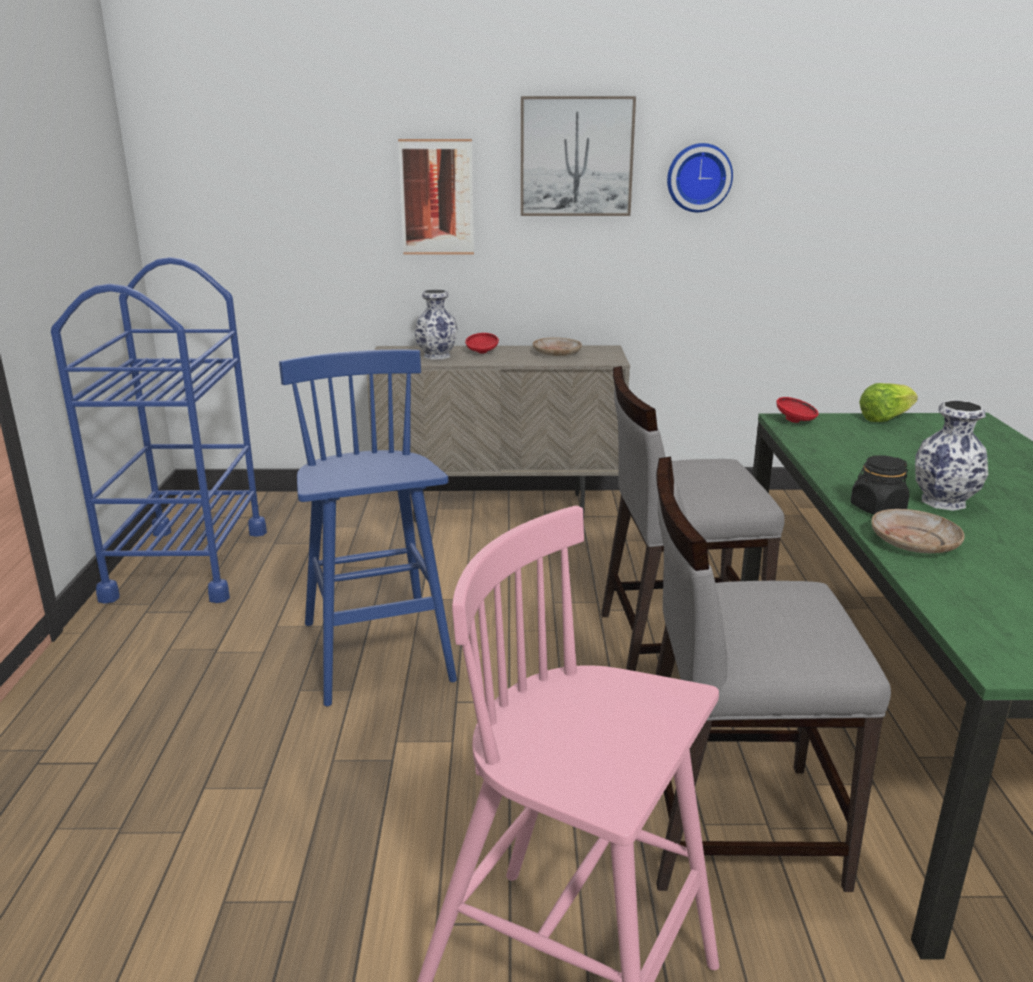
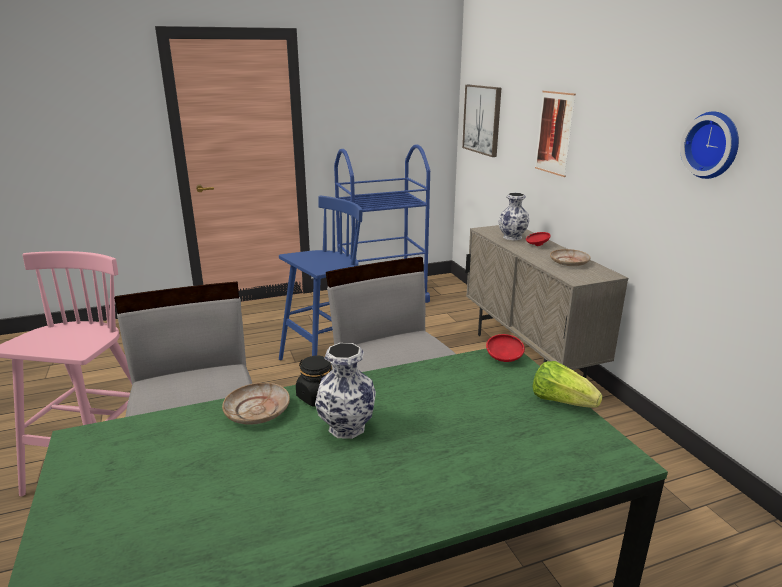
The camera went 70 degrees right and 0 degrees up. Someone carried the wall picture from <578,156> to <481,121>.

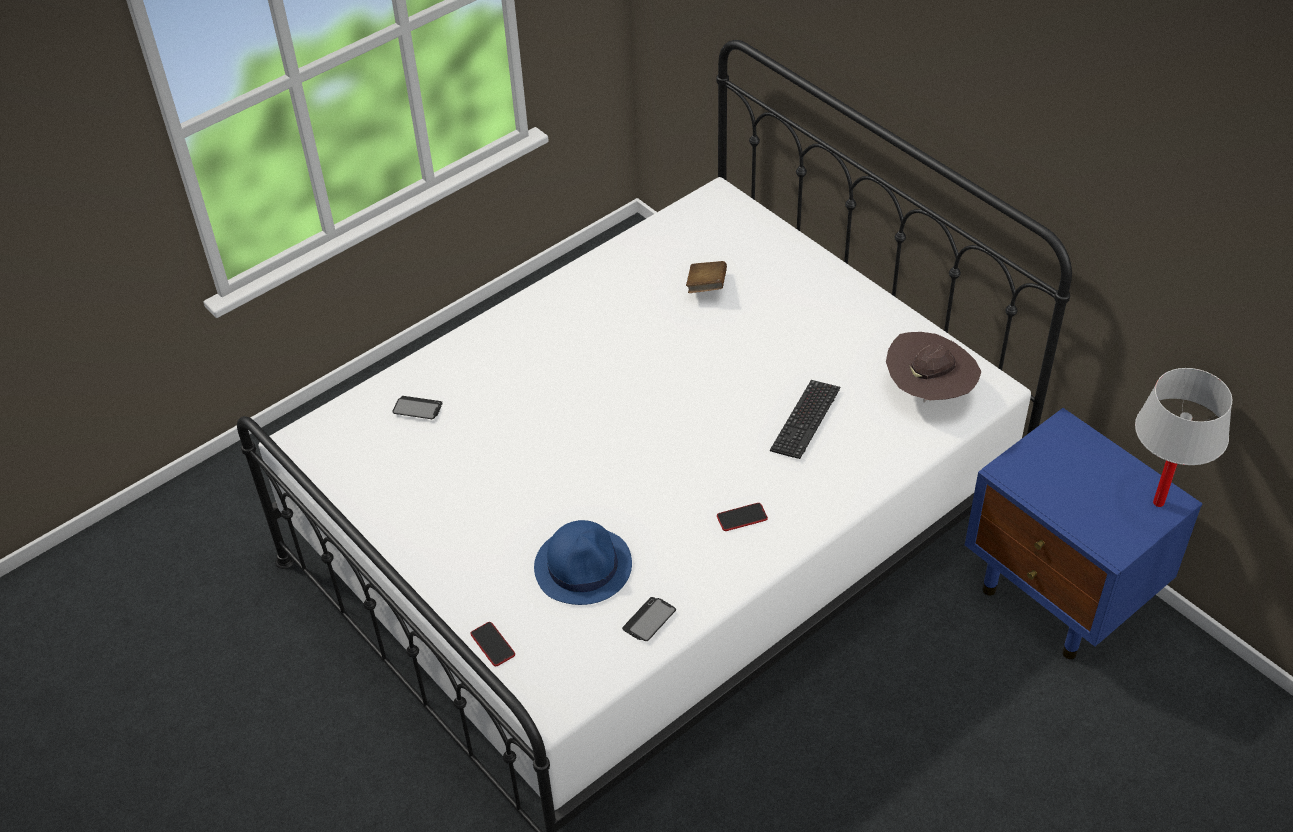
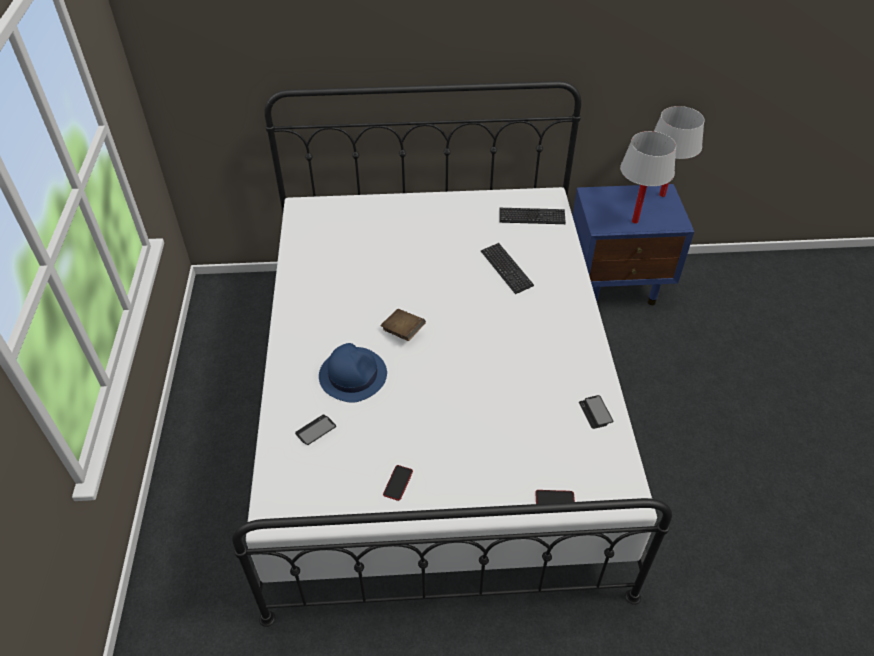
The camera went 55 degrees left and 0 degrees up. Someone carried the clothing hat (blue-coloured) from <583,562> to <353,373>. Someone carried the bound book (brownish) from <706,277> to <403,325>. Someone carried the telephone from <742,517> to <398,483>. Someone swapped the clothing hat (brownish) at <933,367> for the PC keyboard at <533,216>. Someone put down the table lamp (white-coloured) at <648,177>.

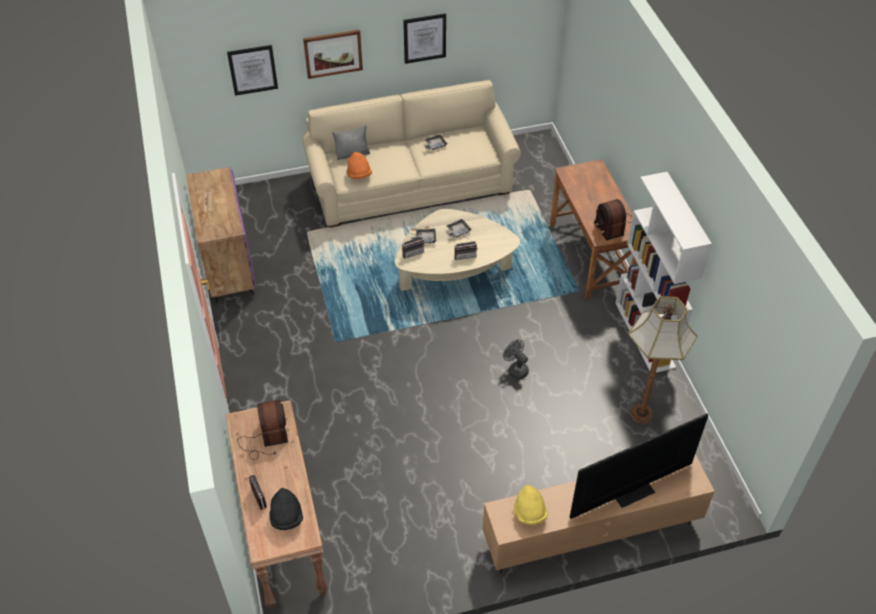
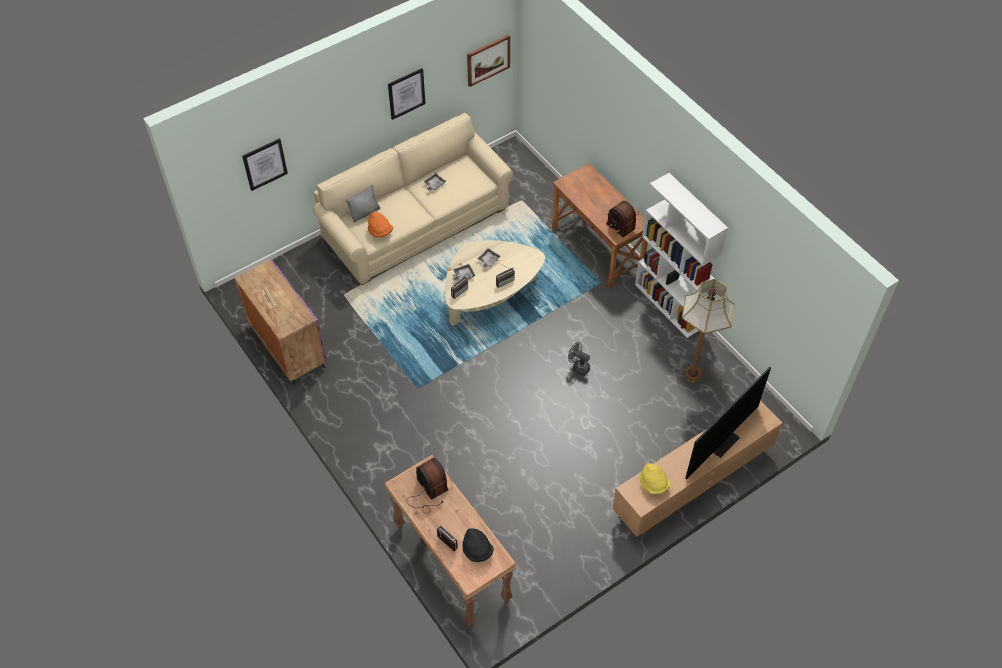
The camera went 20 degrees left and 5 degrees up. Someone carried the wall picture from <333,54> to <488,61>.

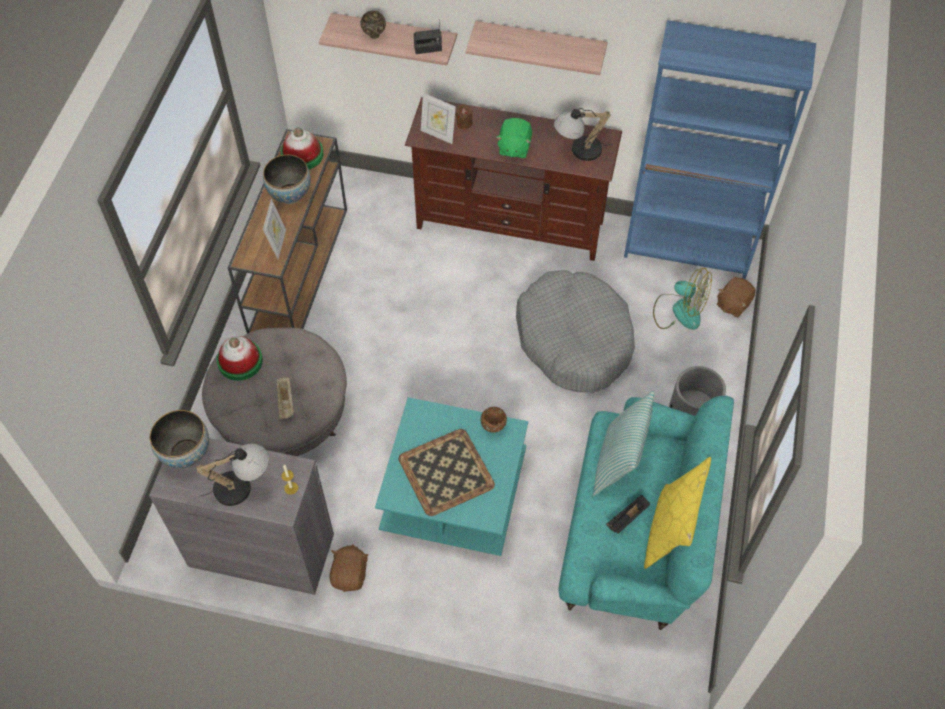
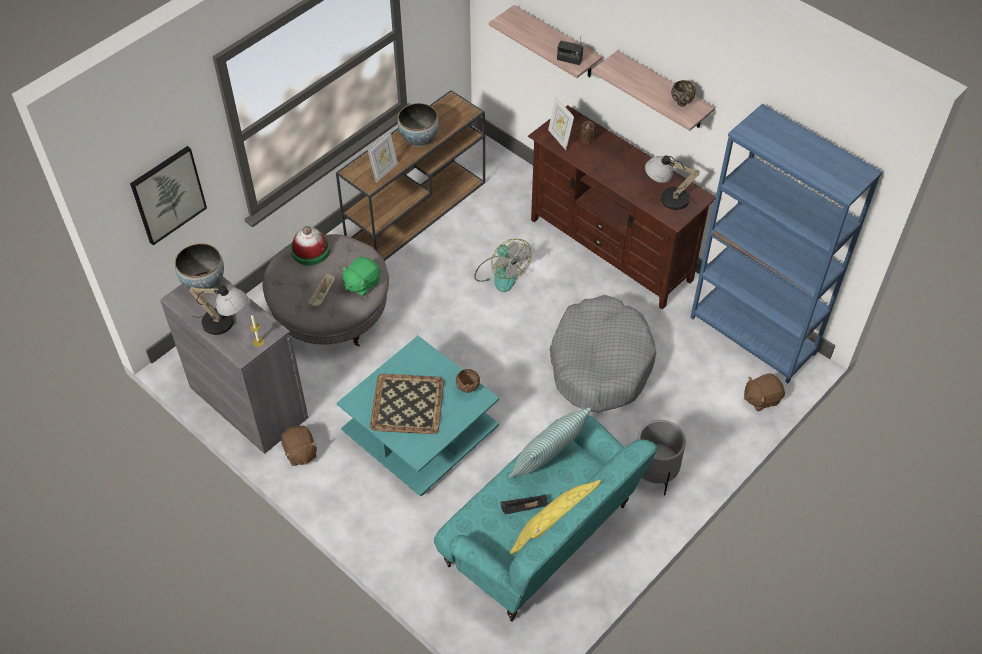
The camera went 30 degrees right and 5 degrees down. Someone took away the clothing hat at <302,148>. Someone rotated the soft toy (brownish) at <349,568> by 120 degrees clockwise. Someone carried the serving bowl (brownish) from <373,25> to <683,93>. Someone carried the soft toy (greenish) from <514,138> to <361,276>. Someone carried the electric fan from <682,299> to <503,265>. Someone put up the wall picture at <168,195>.

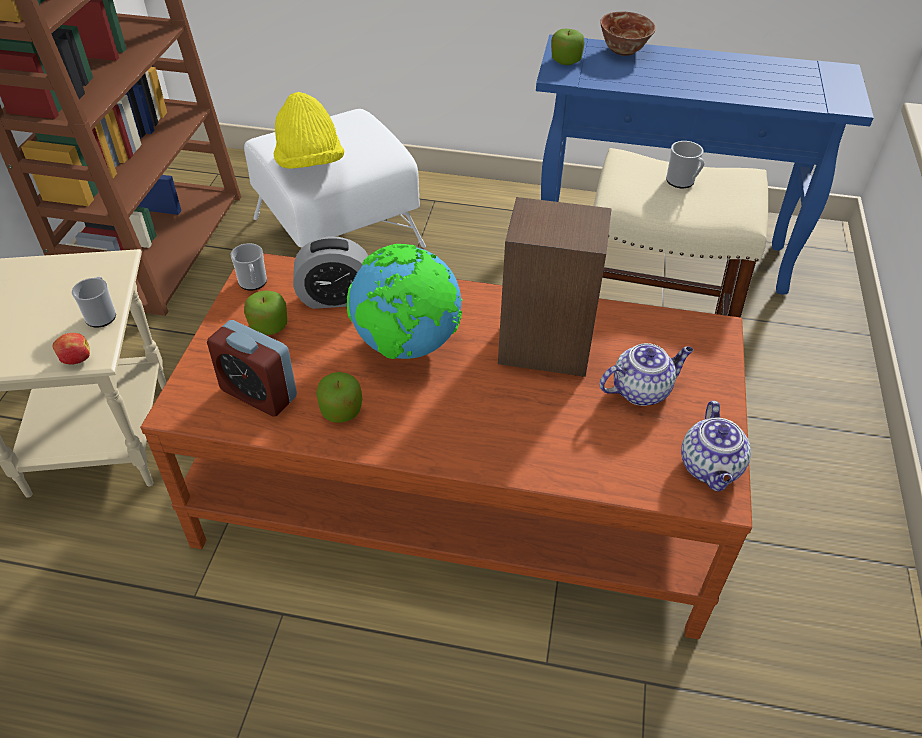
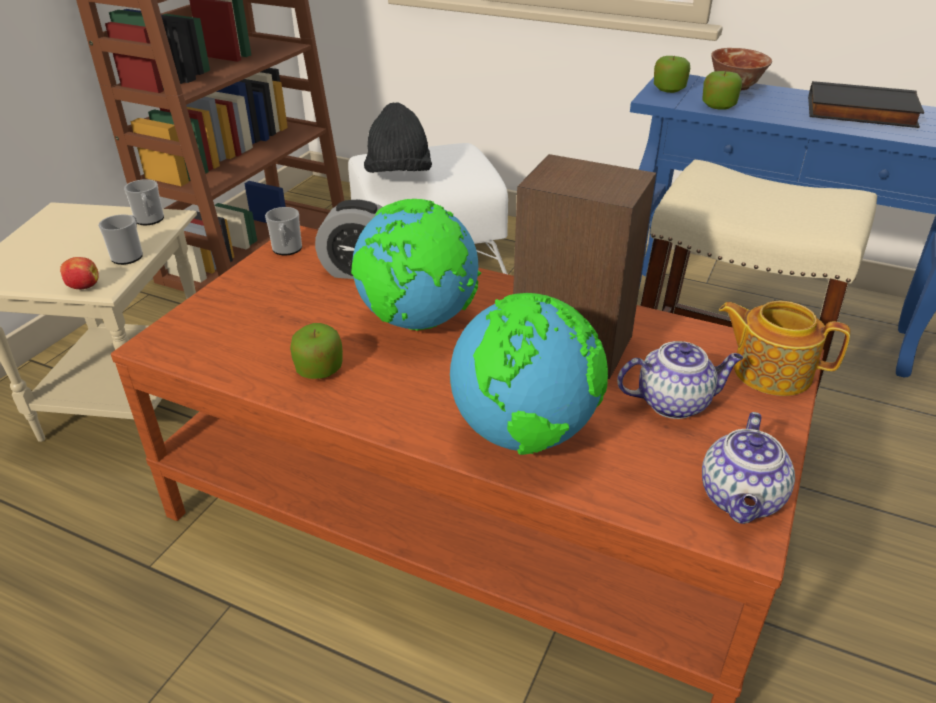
The camera went 15 degrees right and 10 degrees down. Someone took away the alarm clock at <252,368>. Someone carried the whole apple from <265,312> to <722,90>. Someone repainted the clothing hat (yellow-coloured) at <309,130>, which became the clothing hat (black-coloured) at <398,137>. Someone carried the tea mug from <685,164> to <144,202>. Someone put down the world globe at <529,374>. Someone put down the tea pot at <784,348>. Someone put down the bound book (black-coloured) at <866,104>.

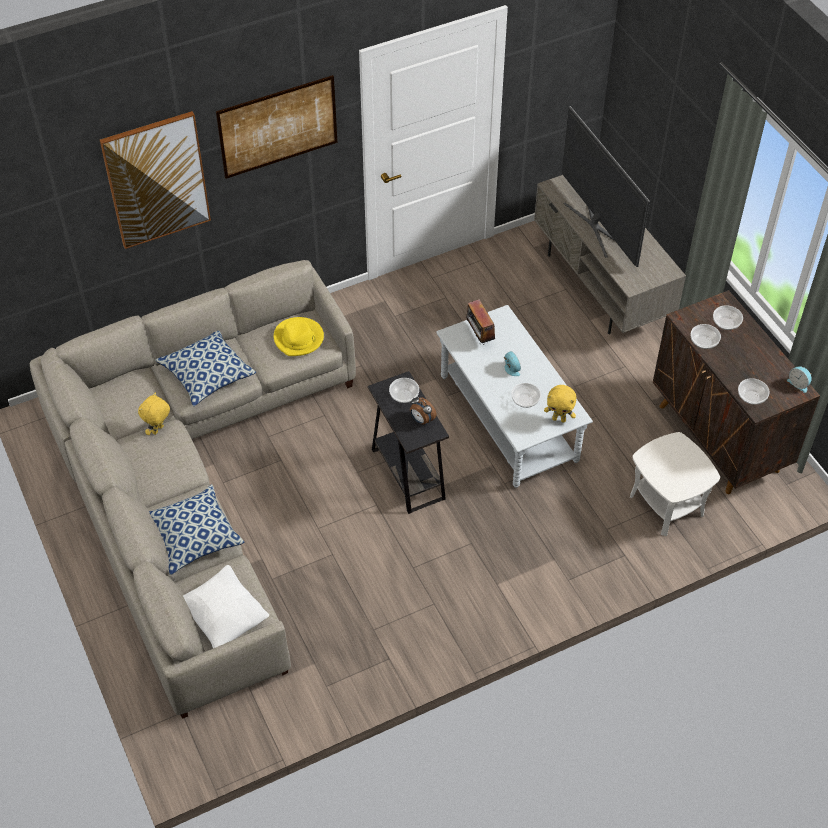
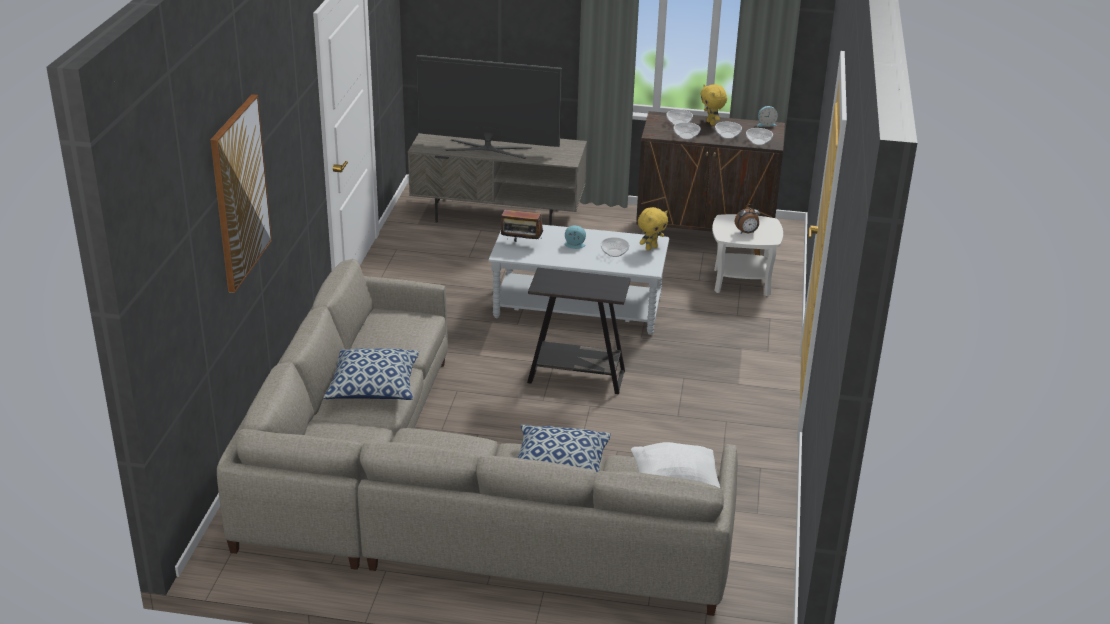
The camera went 55 degrees left and 20 degrees down. Someone carried the soft toy (yellow-coloured) from <154,413> to <713,105>. Someone took away the wall picture at <276,127>. Someone took away the clothing hat (yellow-coloured) at <299,336>. Someone carried the serving bowl from <404,390> to <728,130>. Someone carried the alarm clock from <423,411> to <747,219>.

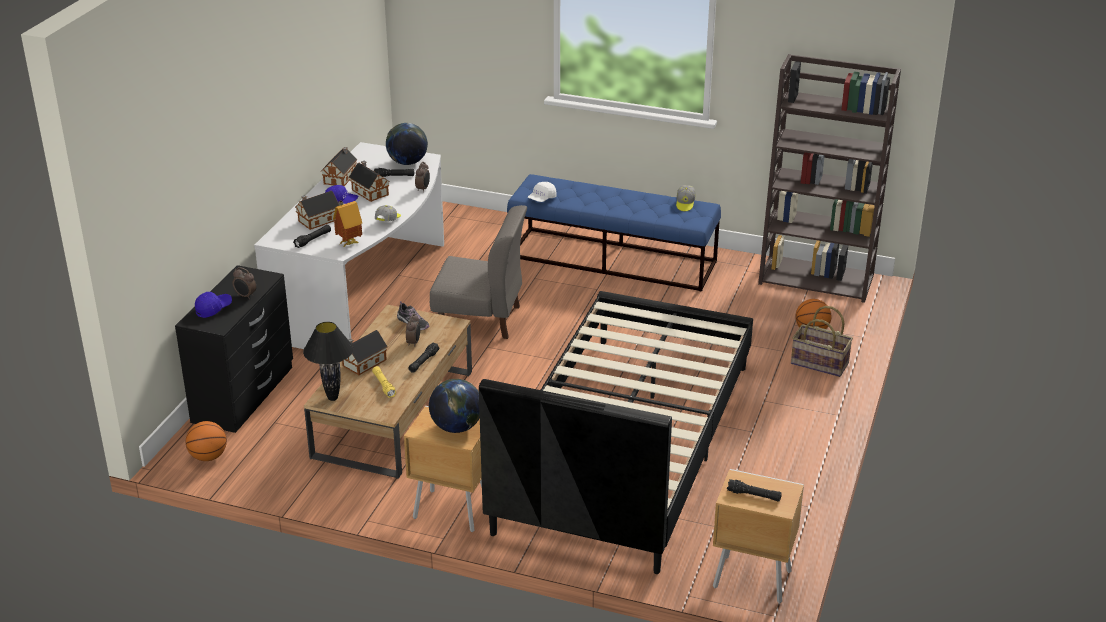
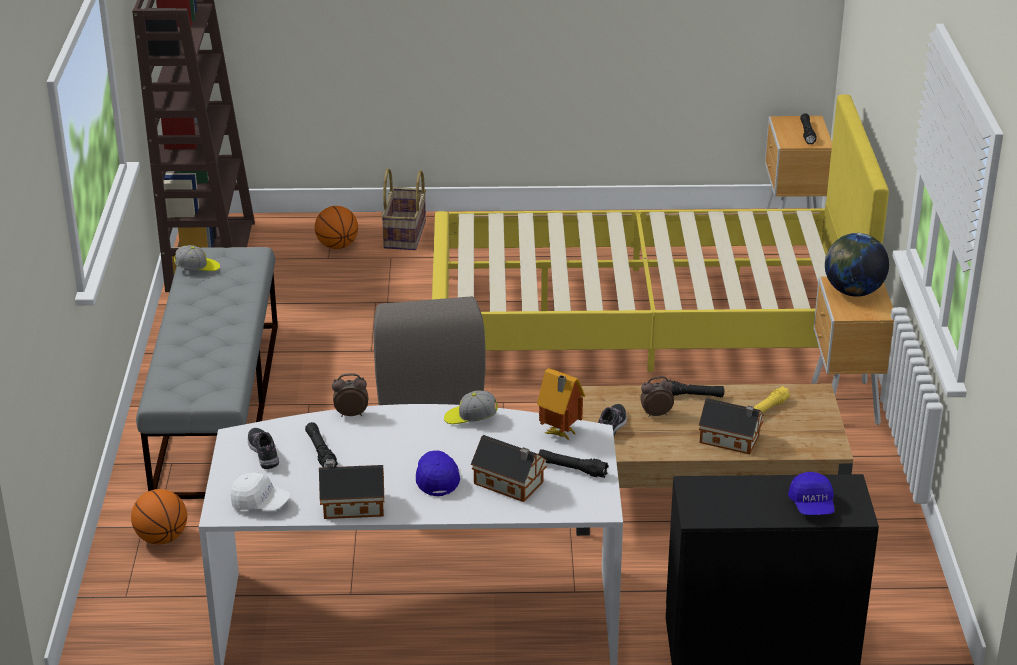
The camera went 110 degrees left and 0 degrees up. Someone carried the ball for basketball from <206,441> to <159,517>. Someone rotated the peaked cap (blue-coloured) at <213,305> by 120 degrees counterclockwise. Someone took away the alarm clock at <244,283>. Someone took away the table lamp (black-coloured) at <328,361>. Someone took away the miniature house at <369,181>. Someone swapped the world globe at <407,144> for the item of footwear at <263,448>. Someone repainted the sleeping bed (black-coloured) at <616,432>, which became the sleeping bed (yellow-coloured) at <660,233>. Someone repainted the long seat (blue-coloured) at <614,233>, which became the long seat (grey) at <207,373>. Someone carried the peaked cap (white-coloured) from <542,192> to <260,492>.

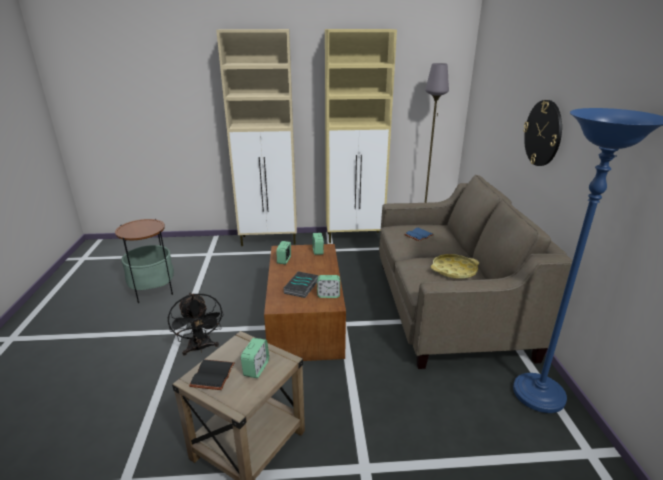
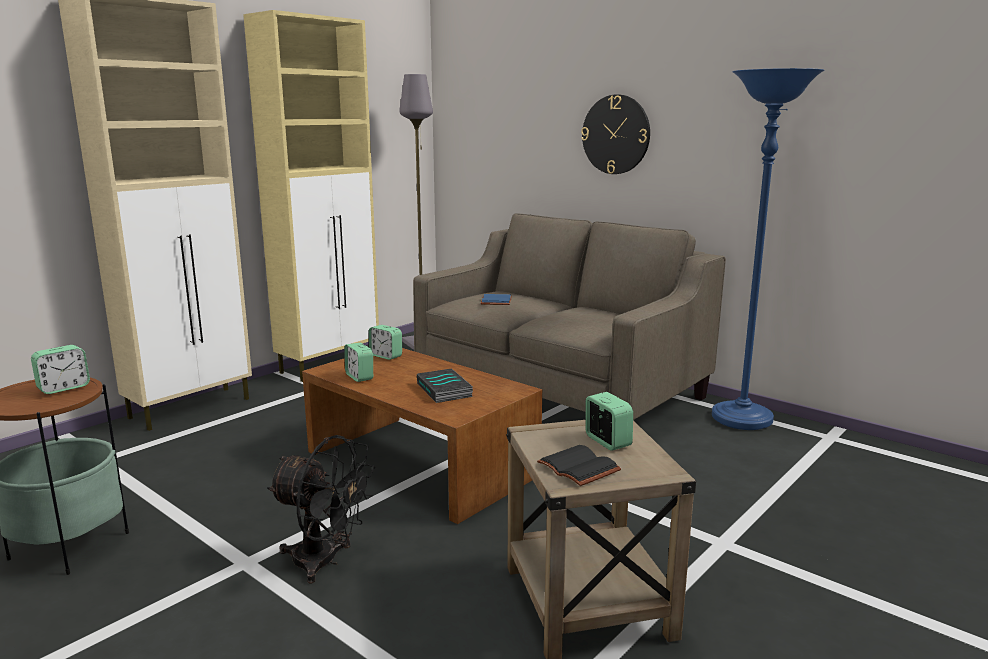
The camera went 45 degrees left and 10 degrees down. Someone carried the alarm clock from <328,286> to <60,369>. Someone took away the serving tray (yellow-coloured) at <455,266>.

